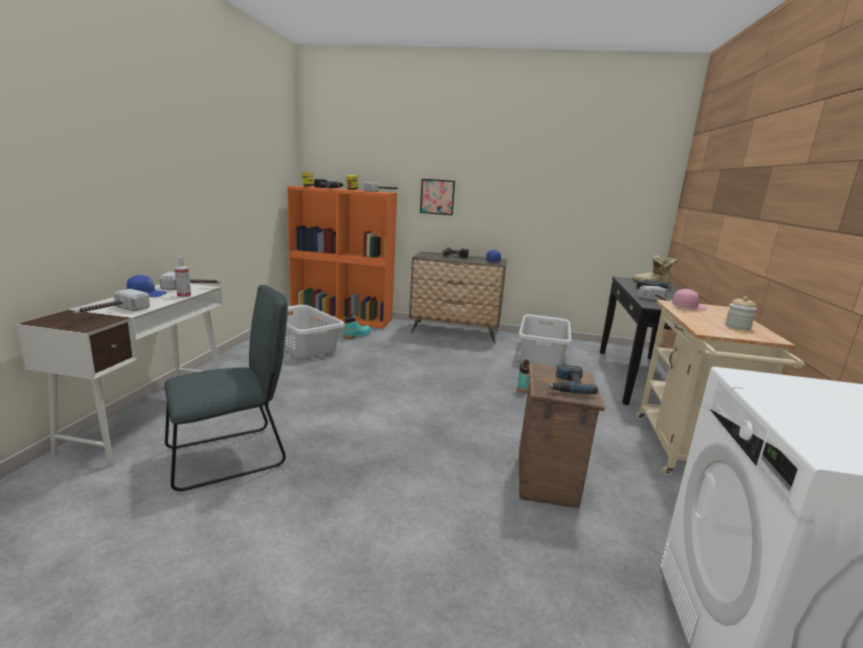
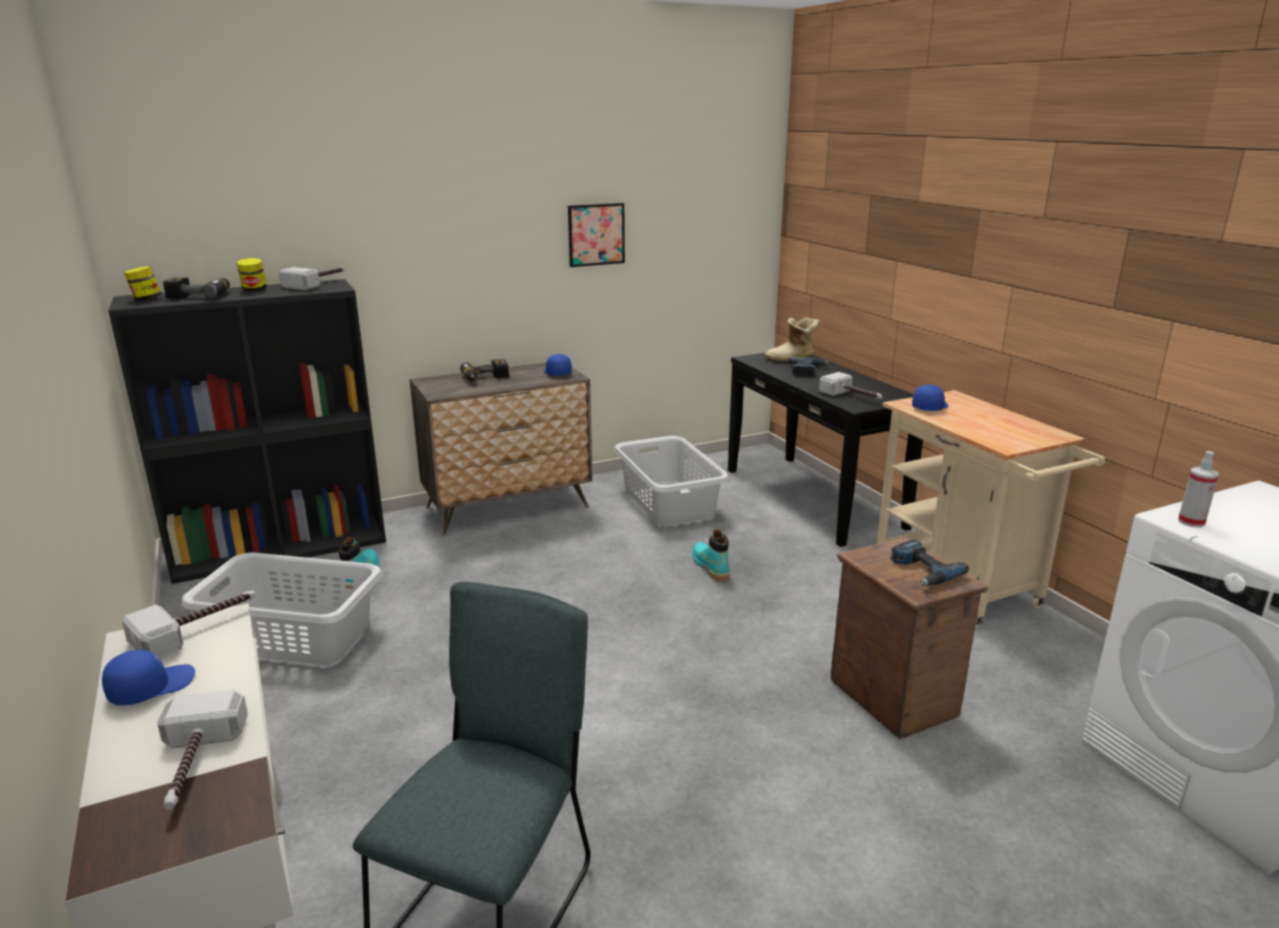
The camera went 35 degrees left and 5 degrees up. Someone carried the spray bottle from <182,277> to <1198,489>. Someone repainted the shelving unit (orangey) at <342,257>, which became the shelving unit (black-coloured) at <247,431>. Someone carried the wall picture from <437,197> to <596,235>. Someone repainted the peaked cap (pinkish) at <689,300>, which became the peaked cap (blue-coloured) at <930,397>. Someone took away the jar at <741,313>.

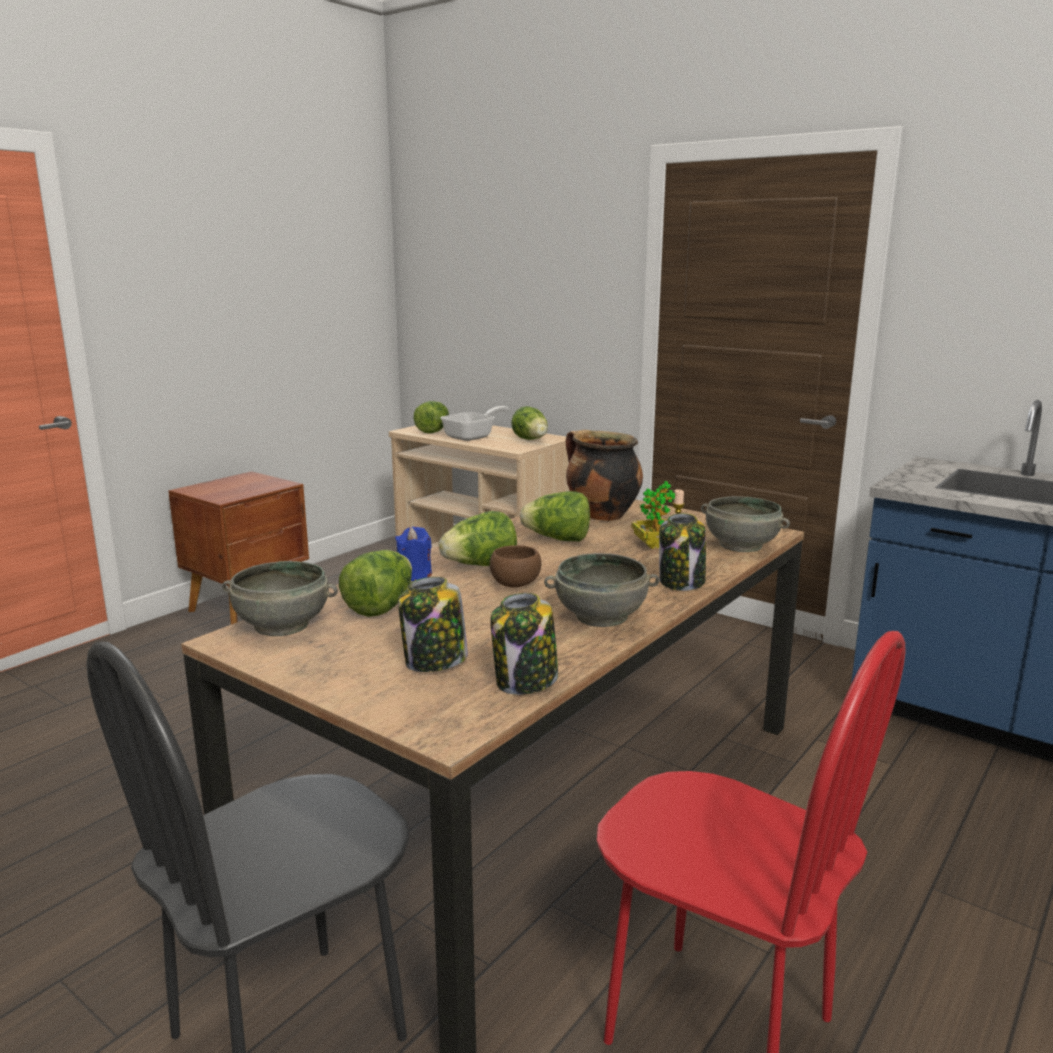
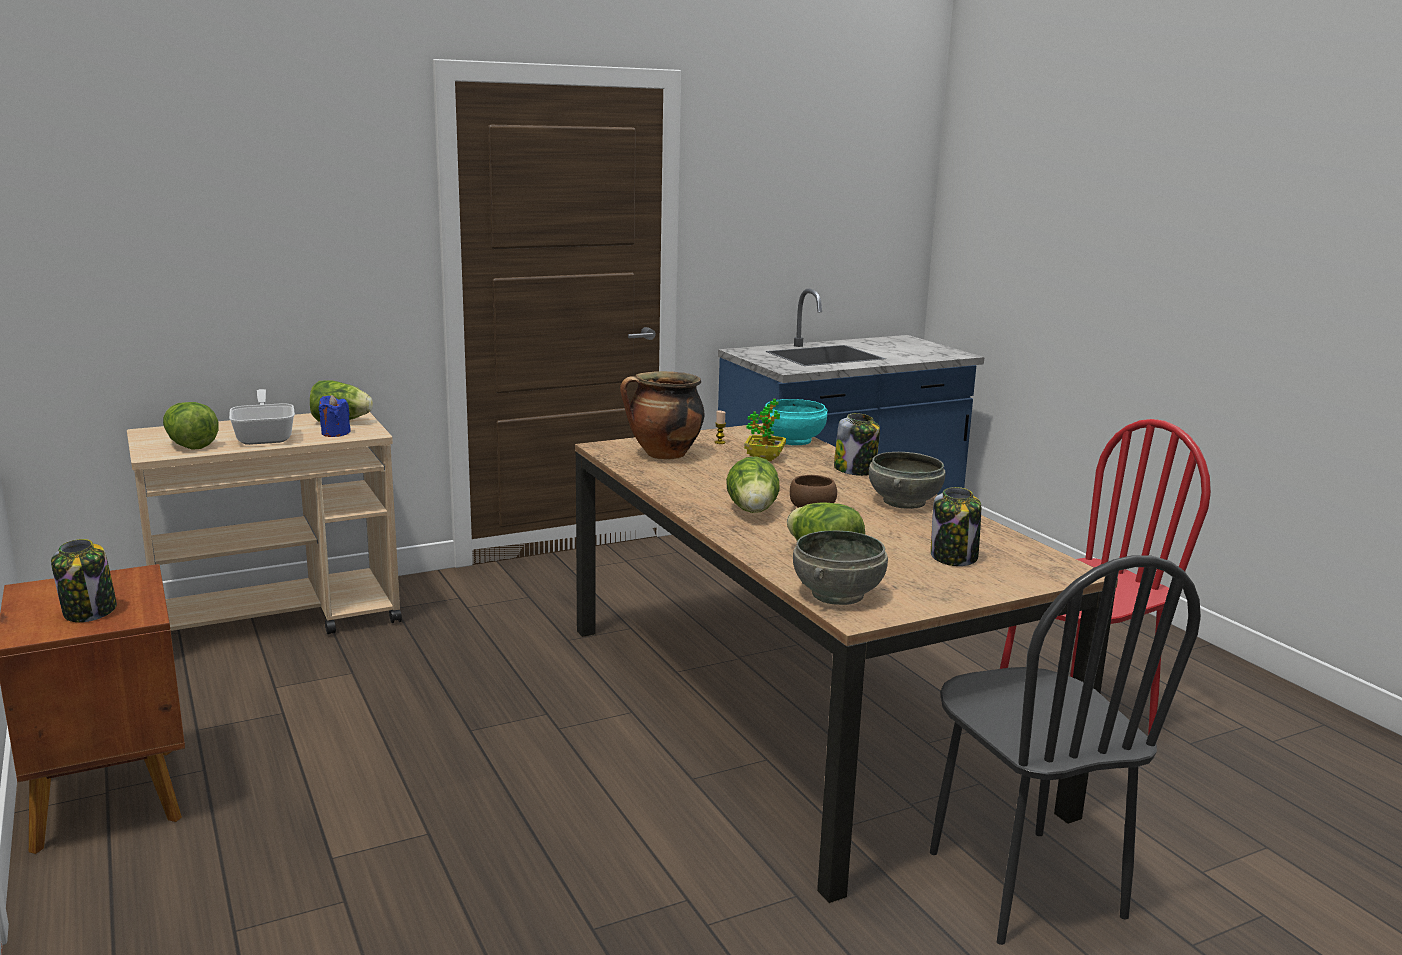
The camera went 65 degrees left and 0 degrees up. Someone carried the wax candle (blue-coloured) from <413,553> to <335,416>. Someone carried the jar from <524,644> to <84,580>. Someone took away the lettuce head at <555,516>. Someone repainted the serving bowl (grey) at <745,524>, which became the serving bowl (turquoise) at <796,422>.

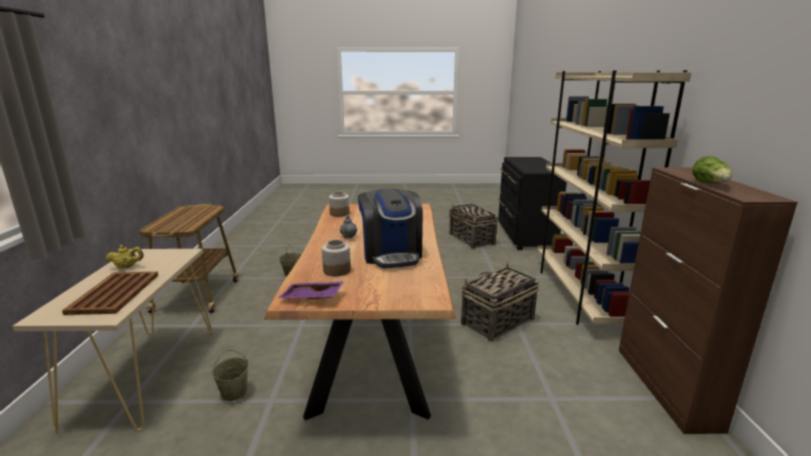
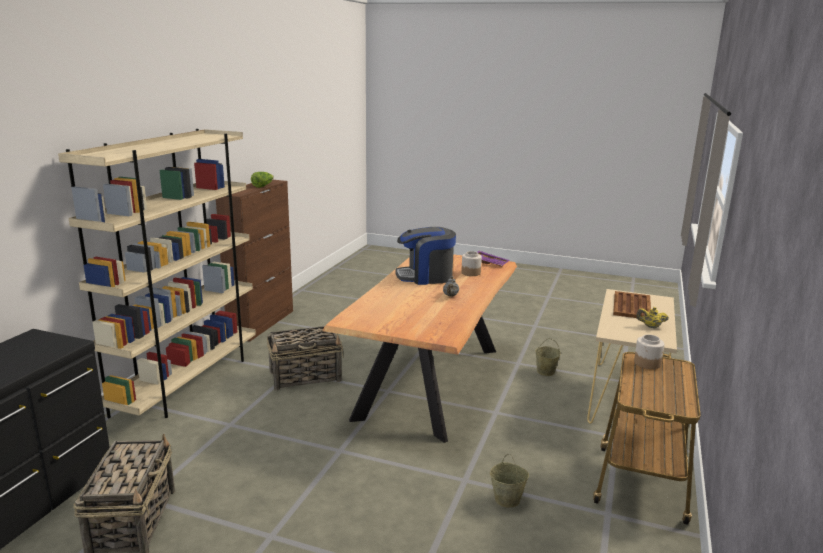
The camera went 160 degrees left and 0 degrees up. Someone carried the jar from <339,204> to <649,352>. Someone rotated the coffee brewer at <390,229> by 105 degrees counterclockwise.

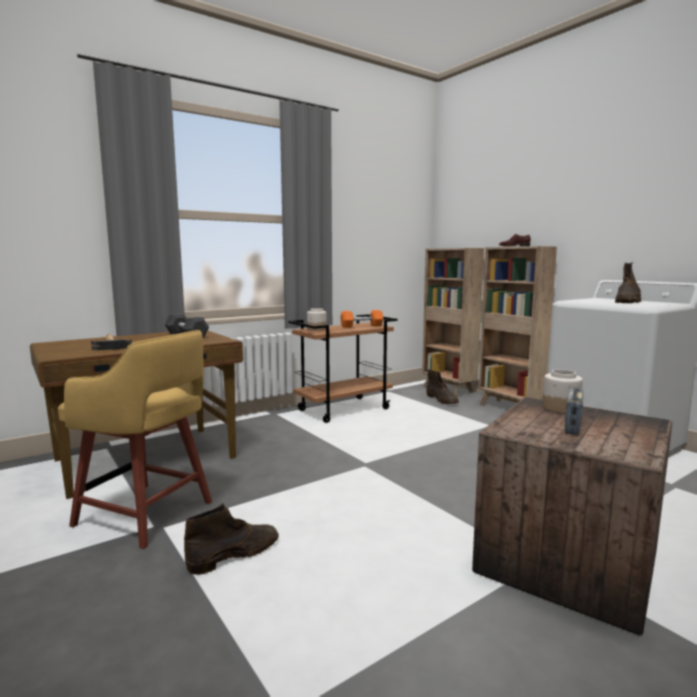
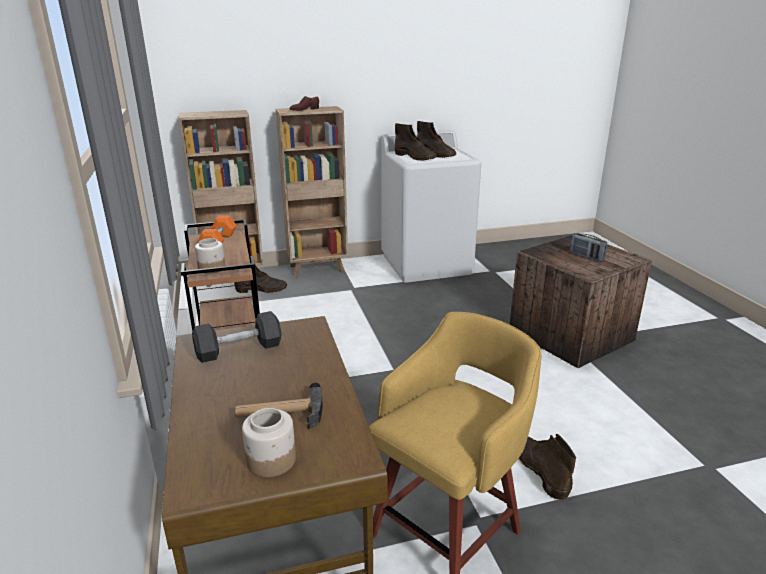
The camera went 70 degrees left and 15 degrees up. Someone carried the jar from <562,391> to <269,442>. Someone put down the boot (brownish) at <415,142>.

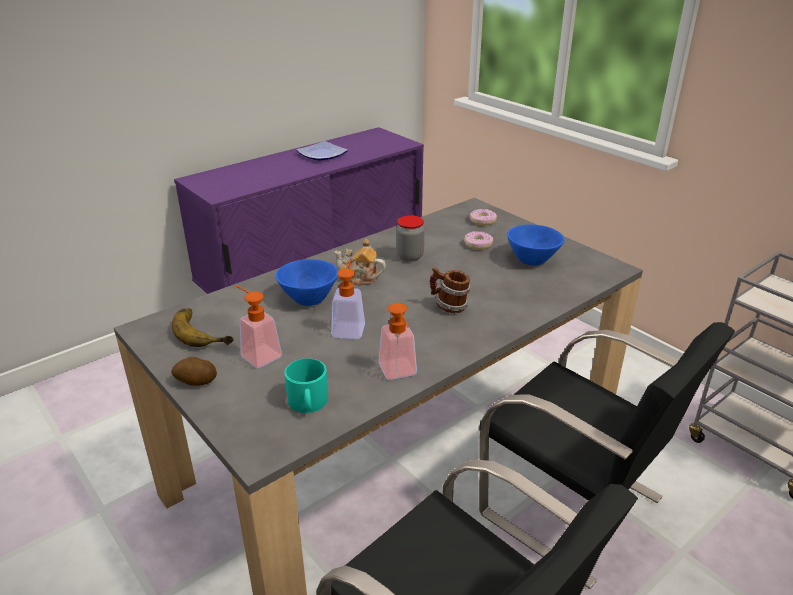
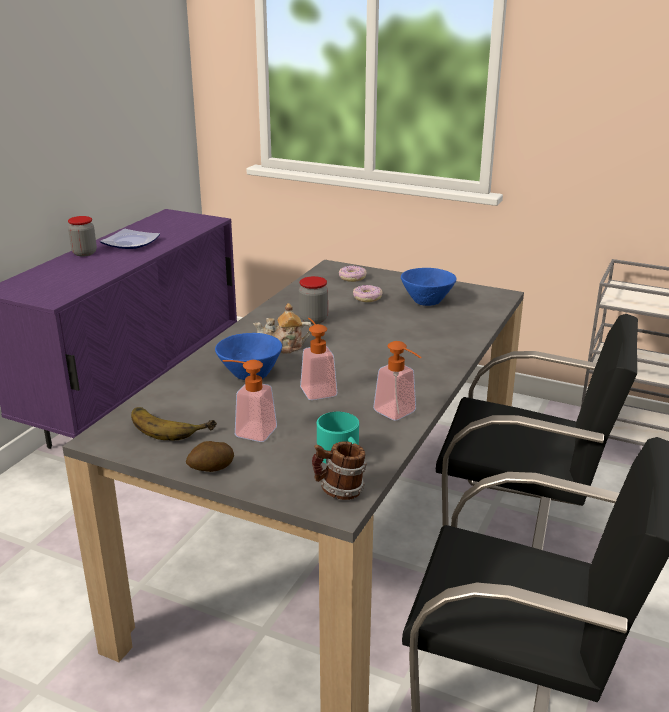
The camera went 25 degrees left and 5 degrees down. Someone carried the tea mug from <450,290> to <339,470>. Someone put down the jar at <82,236>.

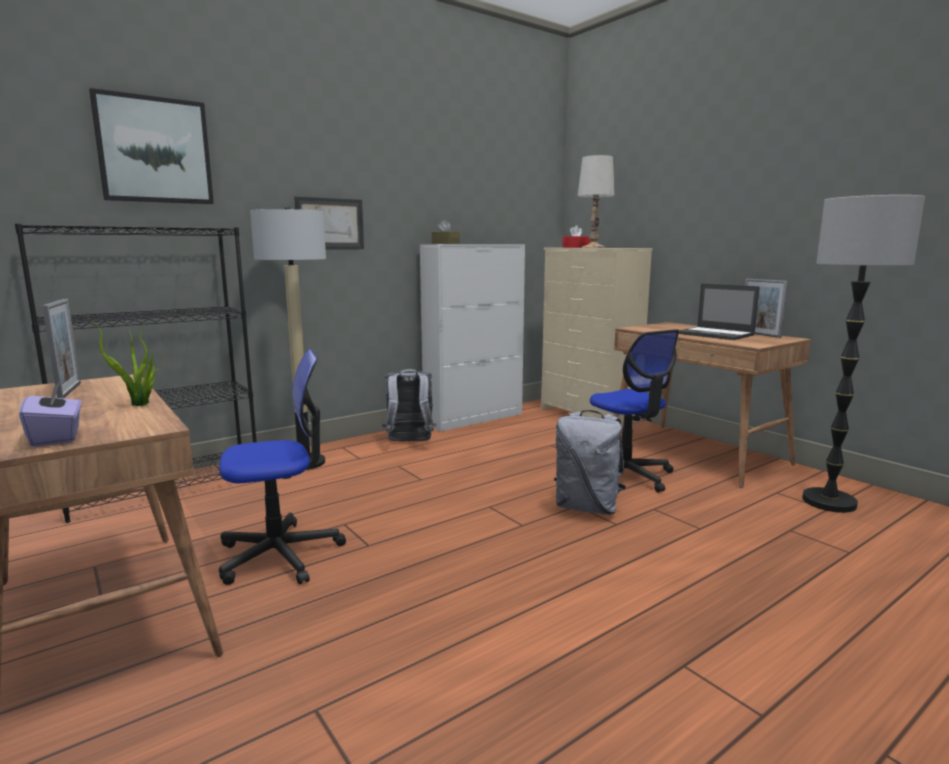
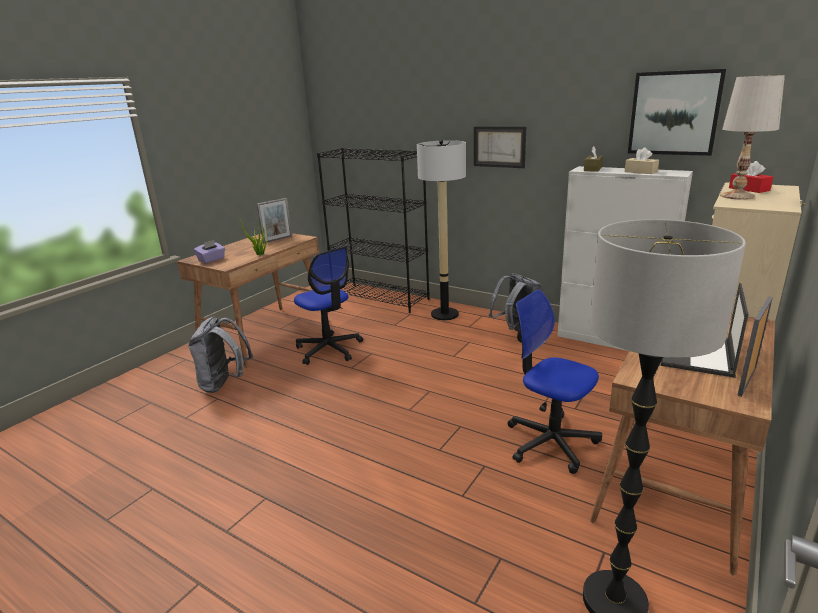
The camera went 70 degrees right and 10 degrees up. Someone carried the wall picture from <151,146> to <677,112>. Someone carried the rucksack (grey) from <590,462> to <220,354>. Someone rotated the desk chair at <634,411> by 90 degrees clockwise. Someone put down the tissue holder (sand-coloured) at <642,160>.

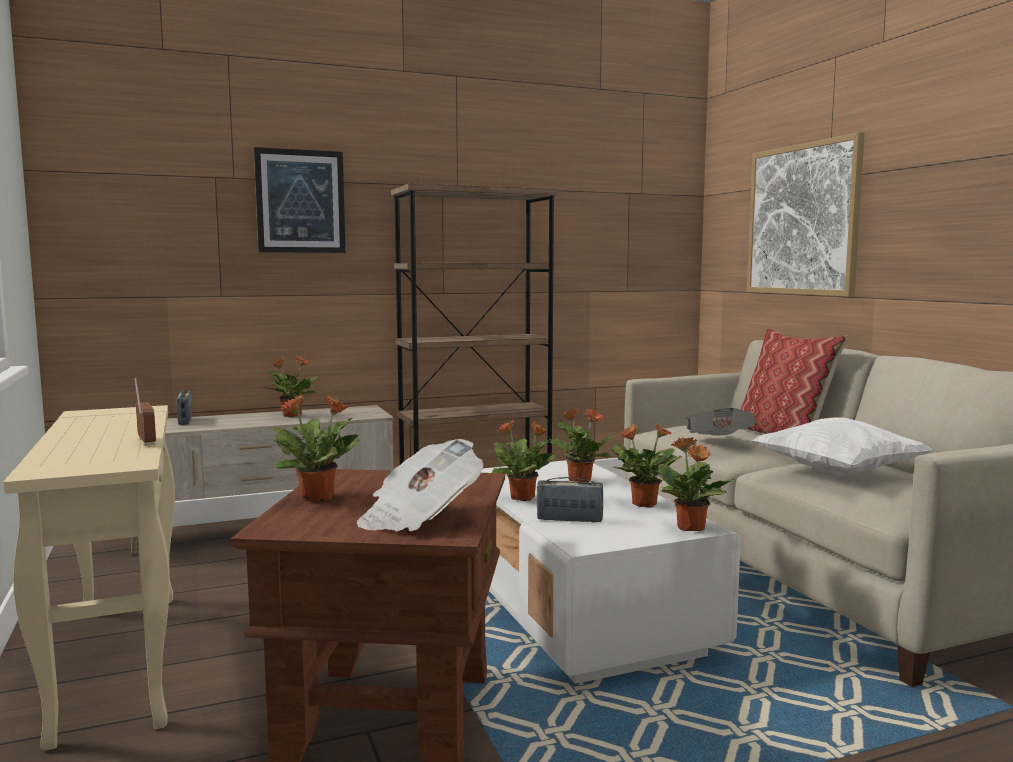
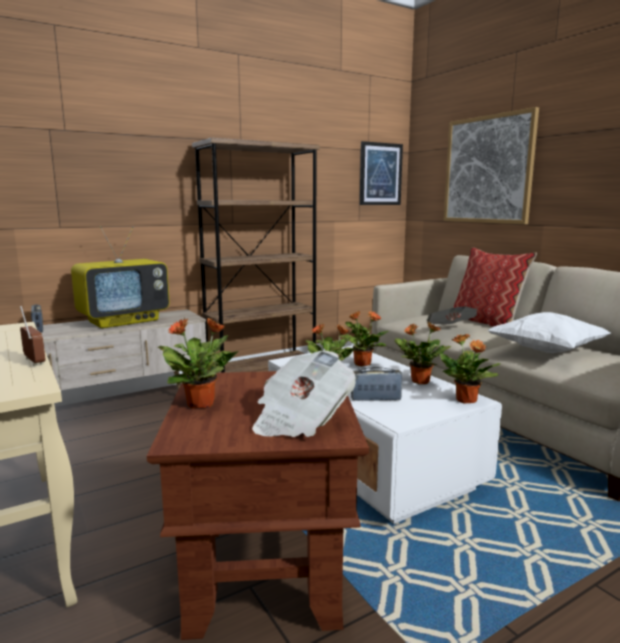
The camera went 10 degrees left and 5 degrees up. Someone carried the wall picture from <300,200> to <381,173>. Someone swapped the plant in a pot at <291,386> for the television at <120,277>.

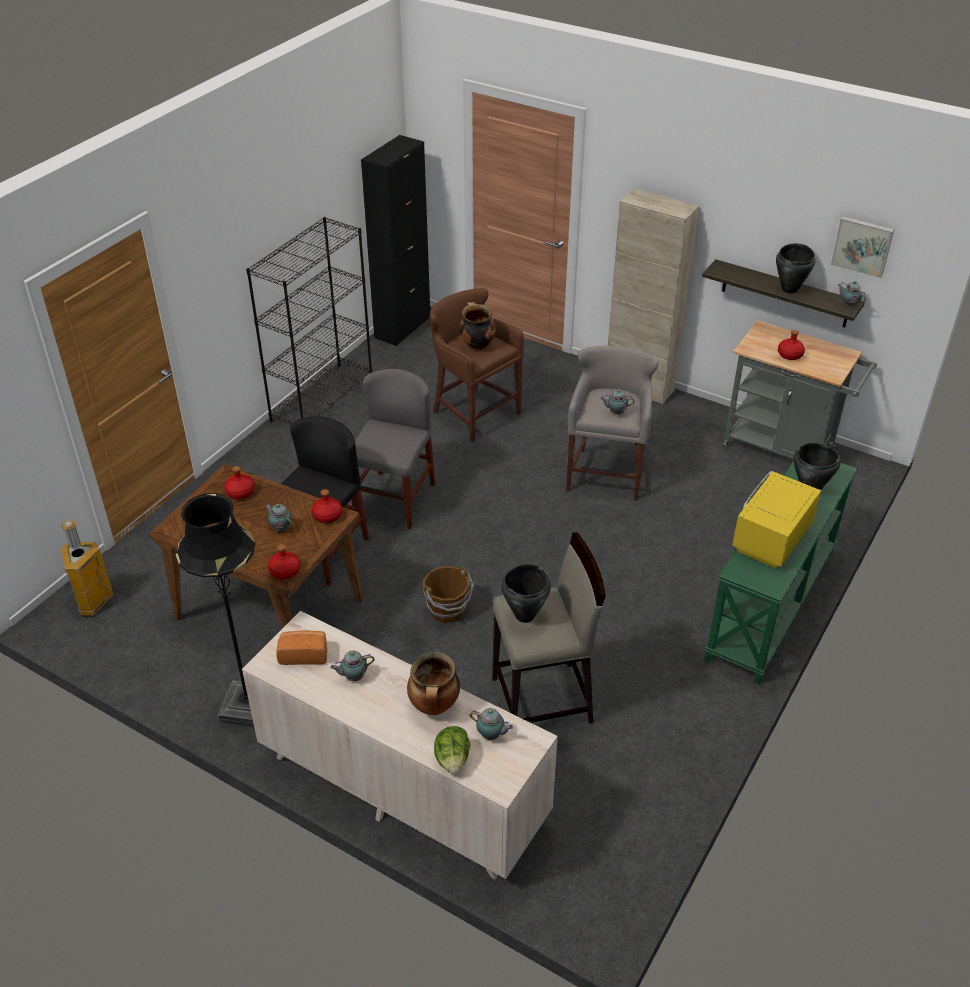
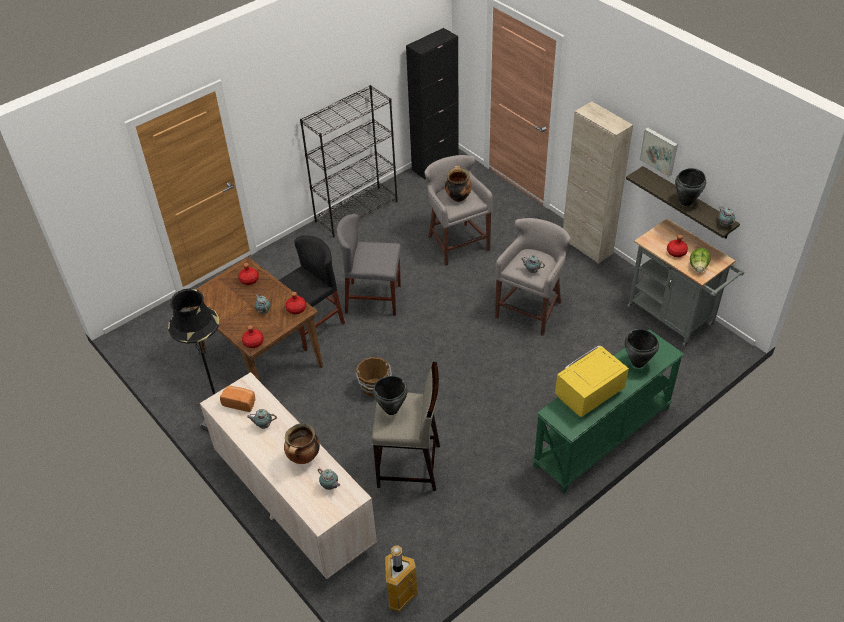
The camera went 20 degrees right and 5 degrees up. Someone carried the rubbish bin from <87,568> to <401,578>. Someone rotated the upright chair (grey) at <393,449> by 120 degrees counterclockwise. Someone repainted the stool (brownish) at <477,365>, which became the stool (grey) at <458,210>. Someone carried the lettuce head from <452,750> to <700,260>. Someone carried the wall picture from <862,247> to <659,152>.

